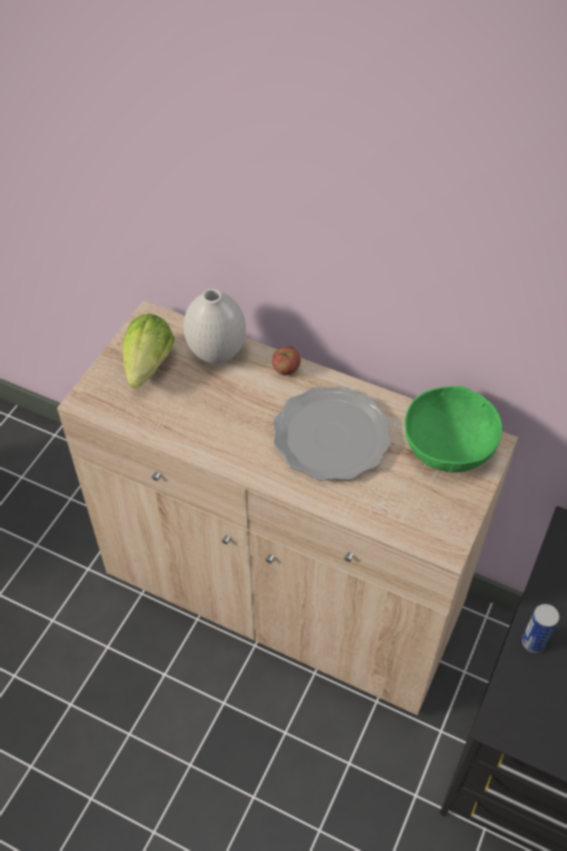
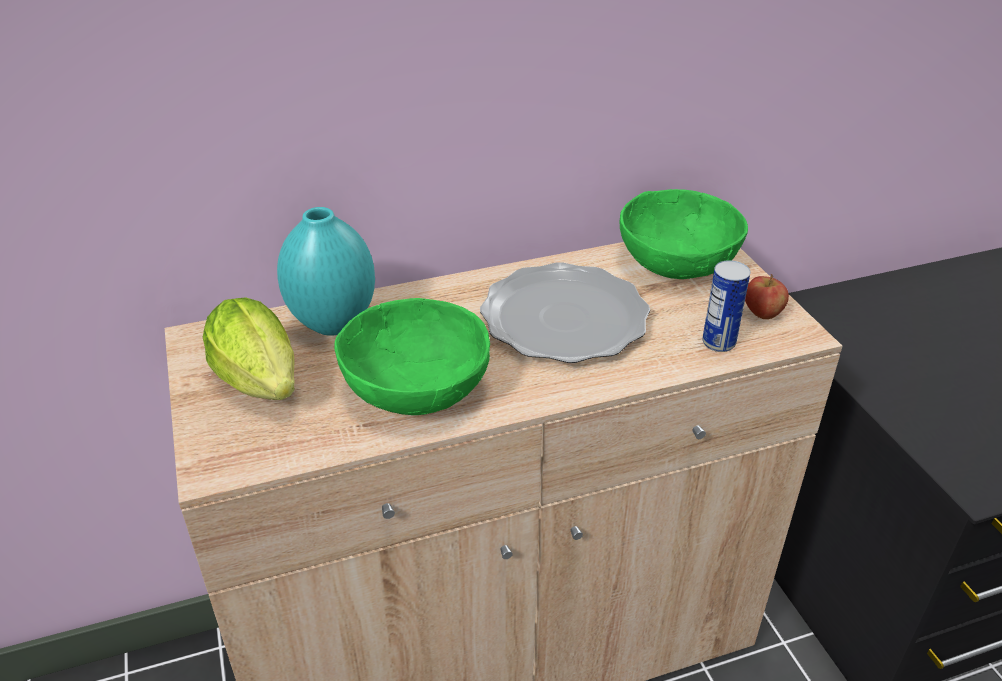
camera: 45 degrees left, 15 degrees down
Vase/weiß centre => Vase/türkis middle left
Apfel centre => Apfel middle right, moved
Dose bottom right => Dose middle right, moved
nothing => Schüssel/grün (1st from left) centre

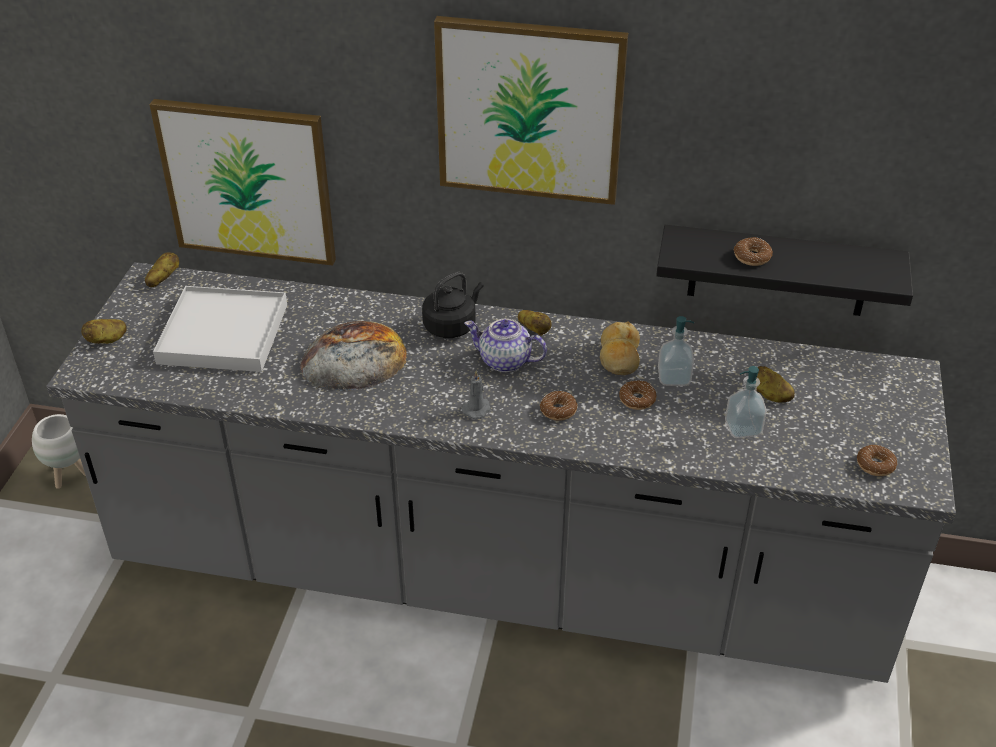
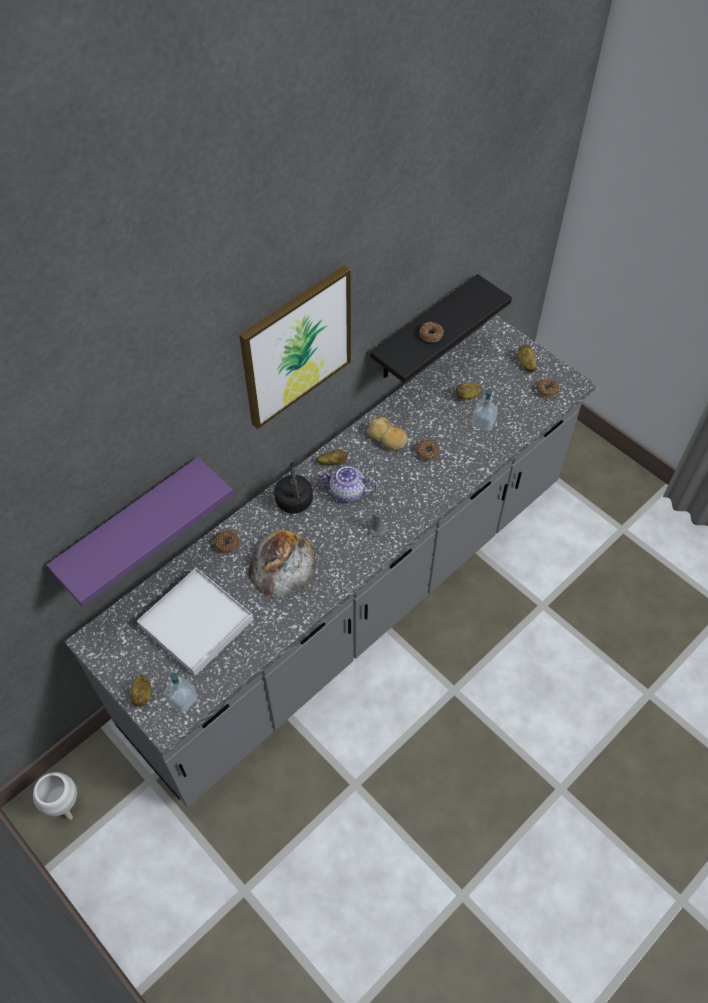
camera: 55 degrees left, 15 degrees up
Bild (1st from left) top left => Wandregal/lila middle left
Kartoffel (2nd from left in the first image) middle left => Kartoffel (4th from left) middle right, moved
Seifenspender (1st from left) middle right => Seifenspender (1st from left) bottom left, moved
Teekanne centre, 45 degrees clockwise
Donut (1st from left) centre => Donut (1st from left) middle left, moved

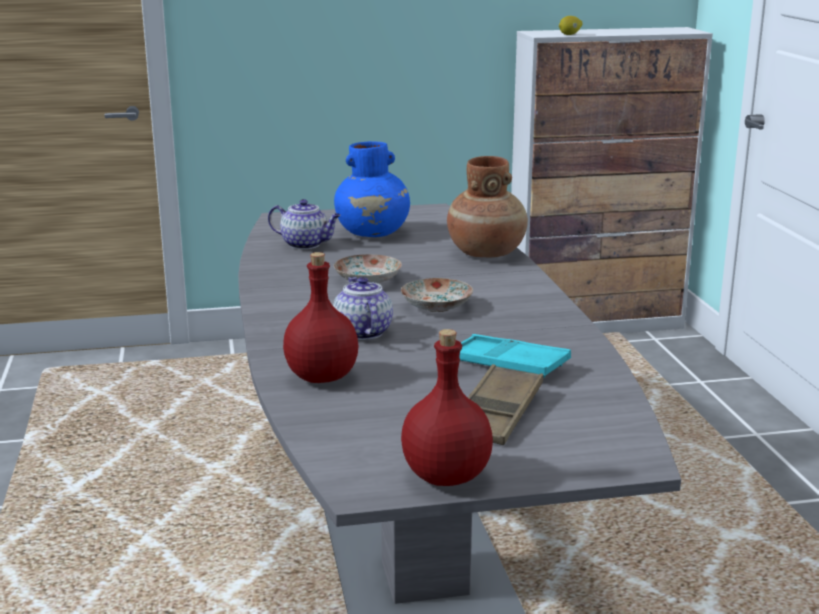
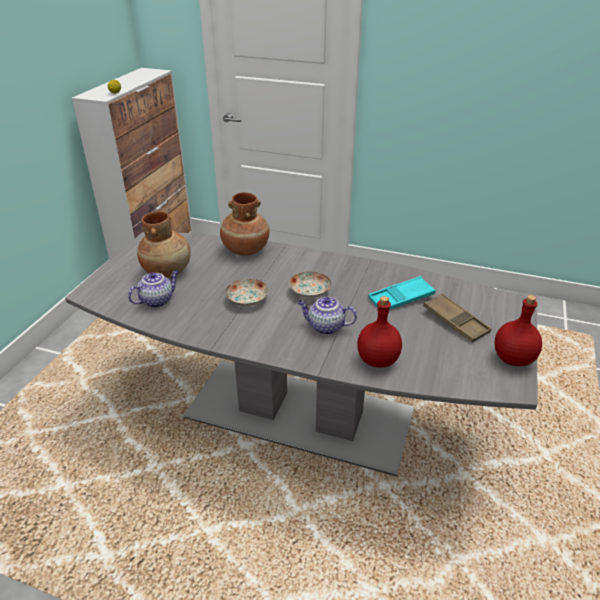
camera: 60 degrees left, 15 degrees up
Vase/blau top centre => Vase/braun (1st from left) middle left

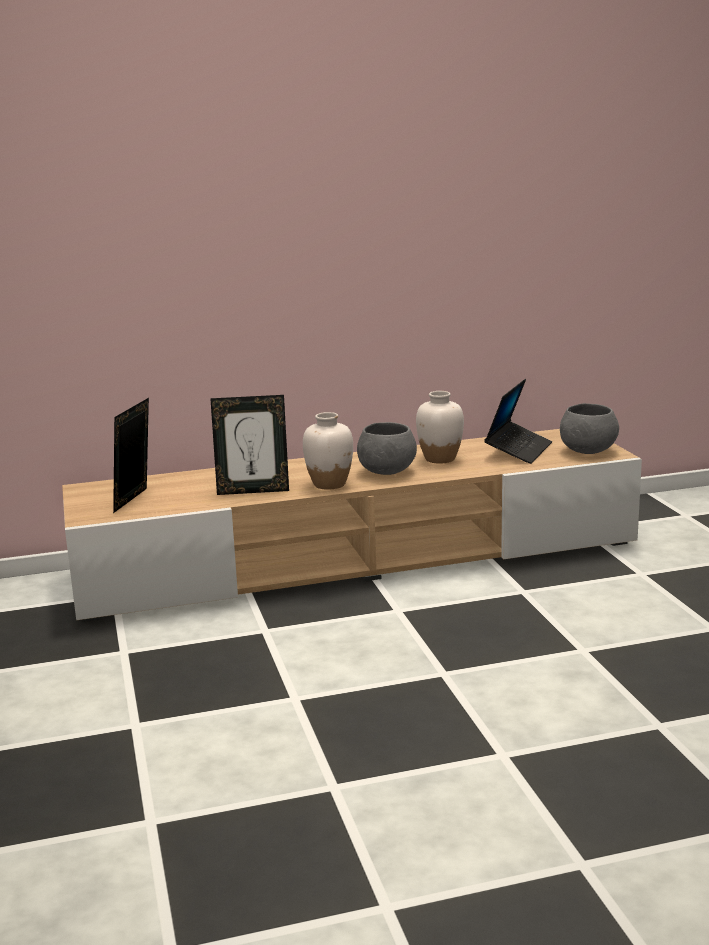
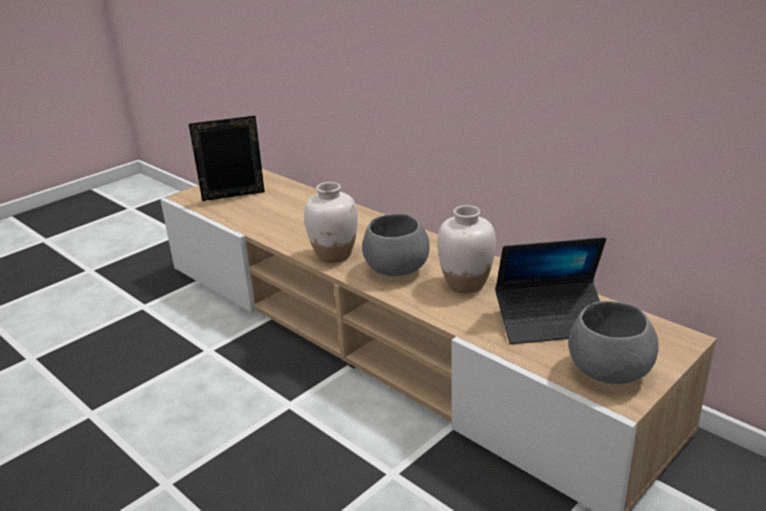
camera: 60 degrees right, 10 degrees up
Bilderrahmen (2nd from left) centre => nothing

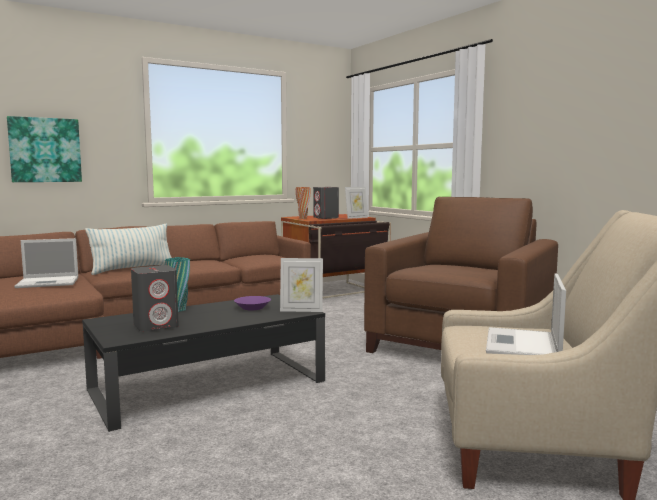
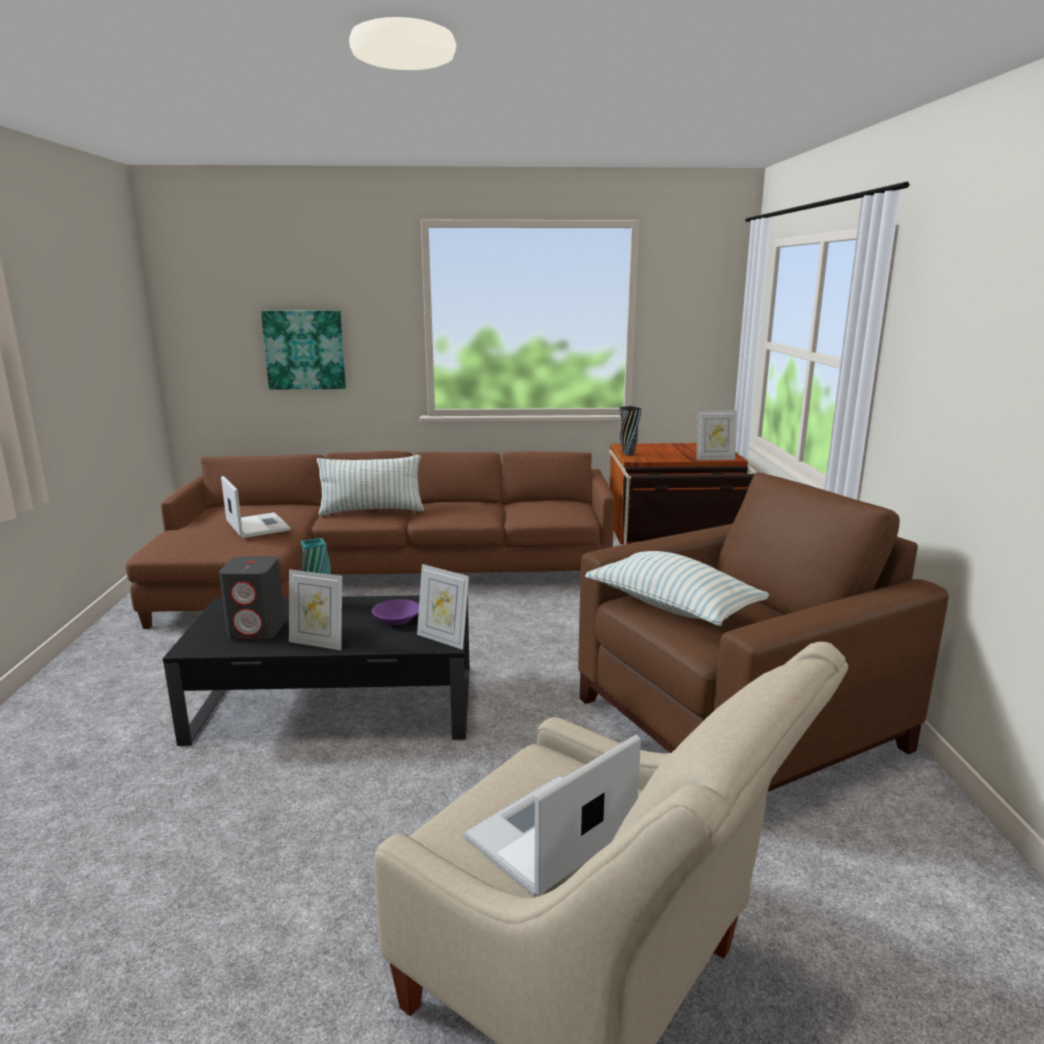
camera: 30 degrees right, 10 degrees up
Vase/orange centre => Vase/schwarz centre
Lautsprecher/grau (2nd from left) centre => nothing
Laptop (1st from left) middle left, 135 degrees counterclockwise
nothing => Kissen (2nd from left) centre
nothing => Bilderrahmen (1st from left) middle left

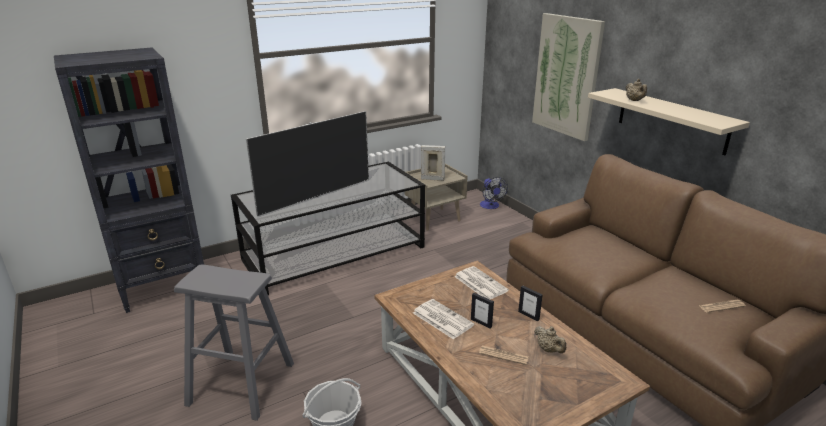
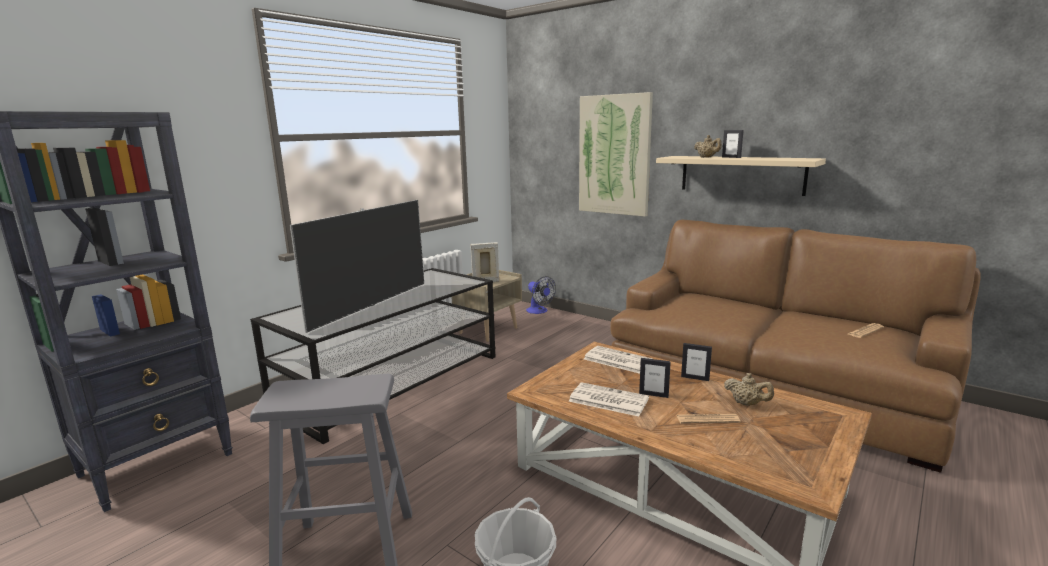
camera: 20 degrees left, 10 degrees down
nothing => Bilderrahmen (4th from left) top right

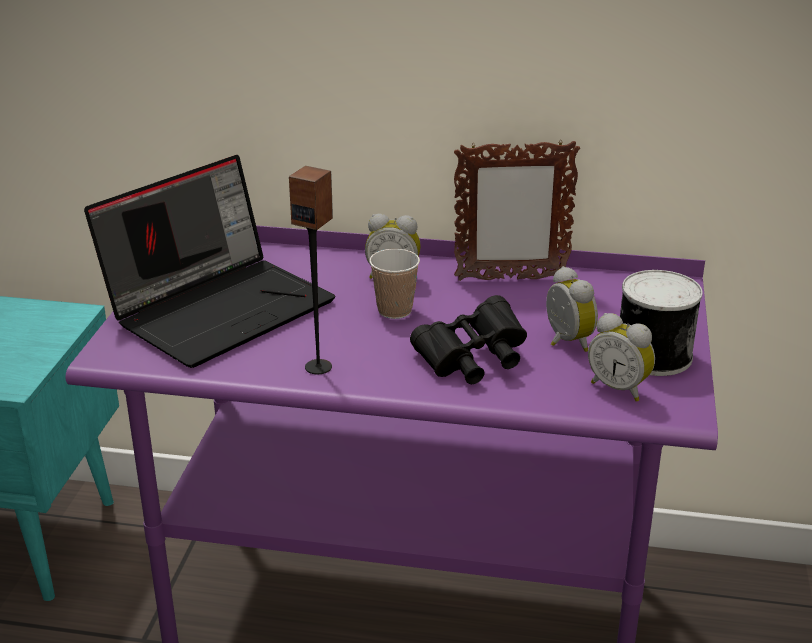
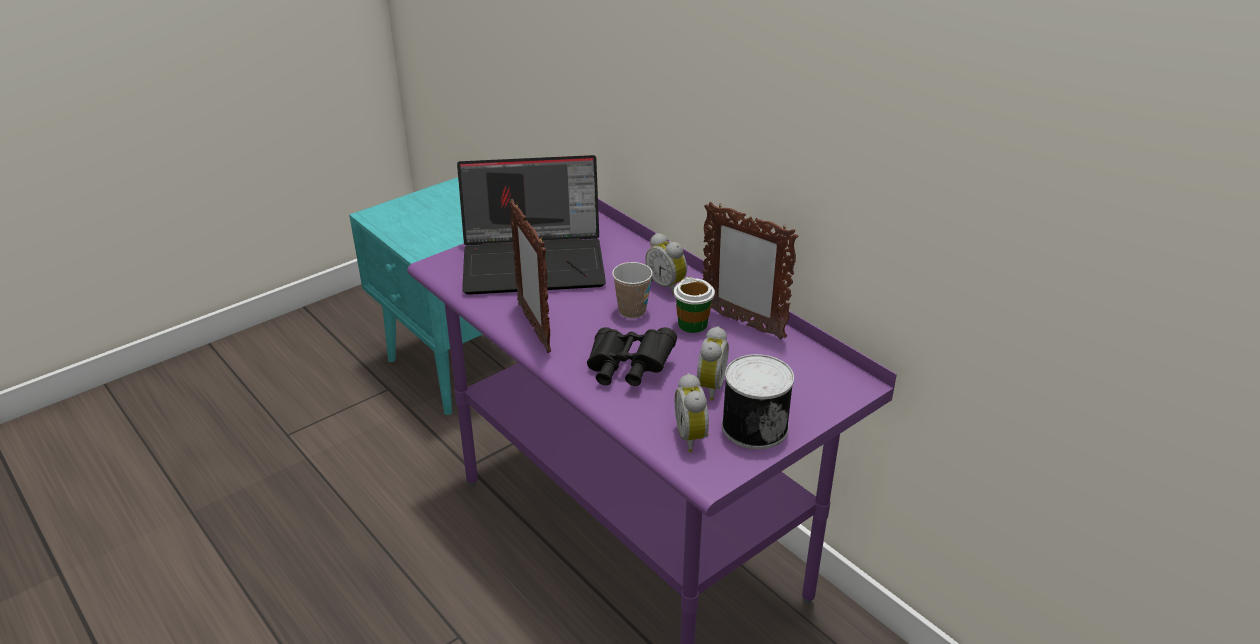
camera: 40 degrees right, 5 degrees up
Lautsprecher centre => Bilderrahmen (1st from left) centre
nothing => Tasse (2nd from left) centre

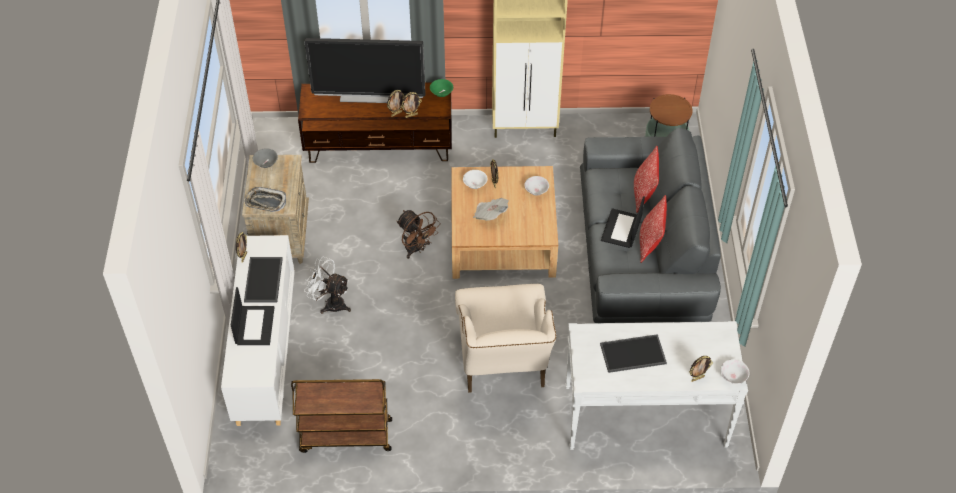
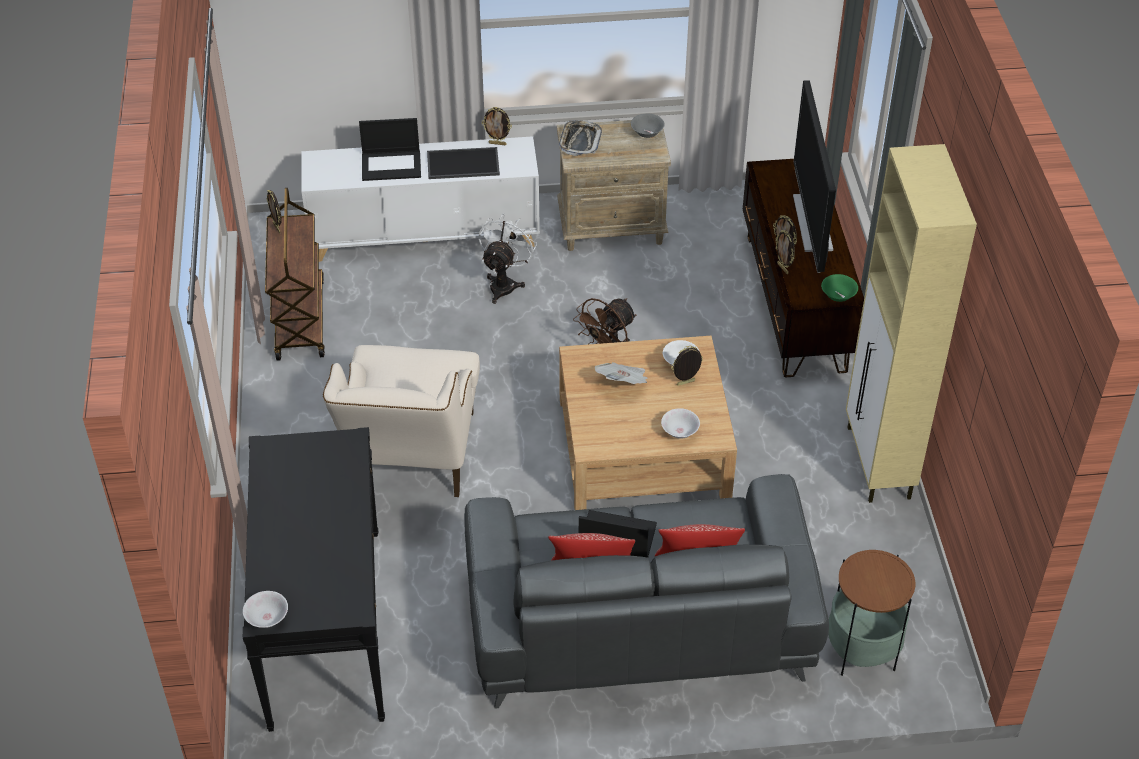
camera: 85 degrees right, 5 degrees down
Sessel/beige bottom centre => Sessel/beige centre, 75 degrees counterclockwise
Konsolentisch/weiß bottom right => Konsolentisch/schwarz bottom left
Tablett (3rd from left) bottom centre => nothing
Bilderrahmen (5th from left in the first image) bottom right => Bilderrahmen (1st from left) top left, moved

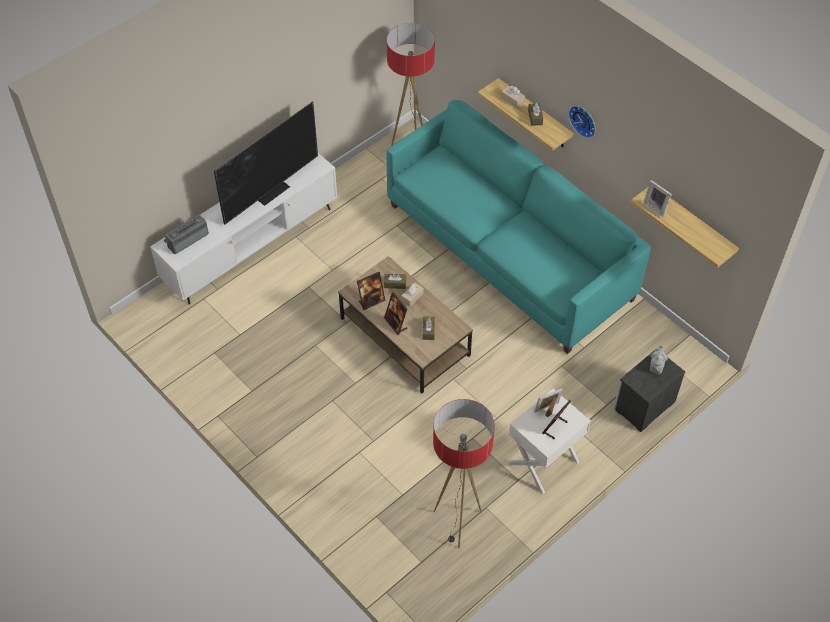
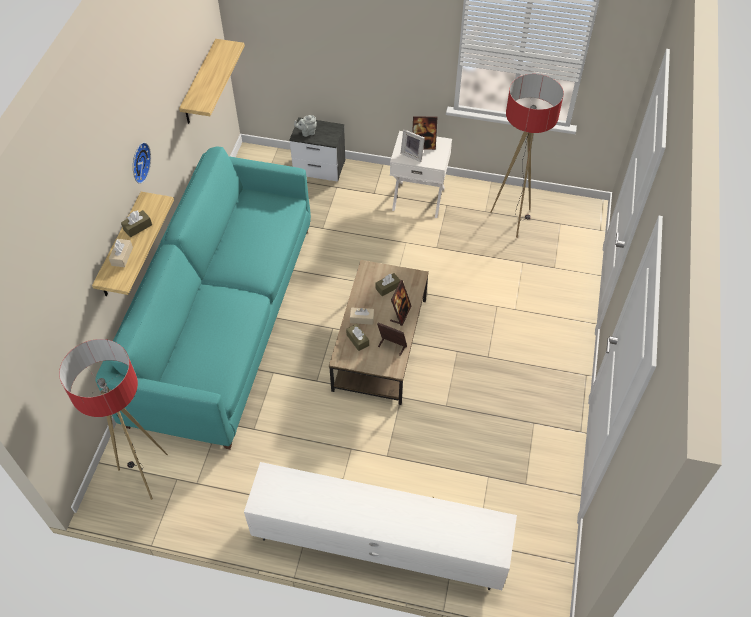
camera: 125 degrees left, 0 degrees up
Fernseher top left => nothing
Bilderrahmen (5th from left) top right => nothing
Radio middle left => nothing

